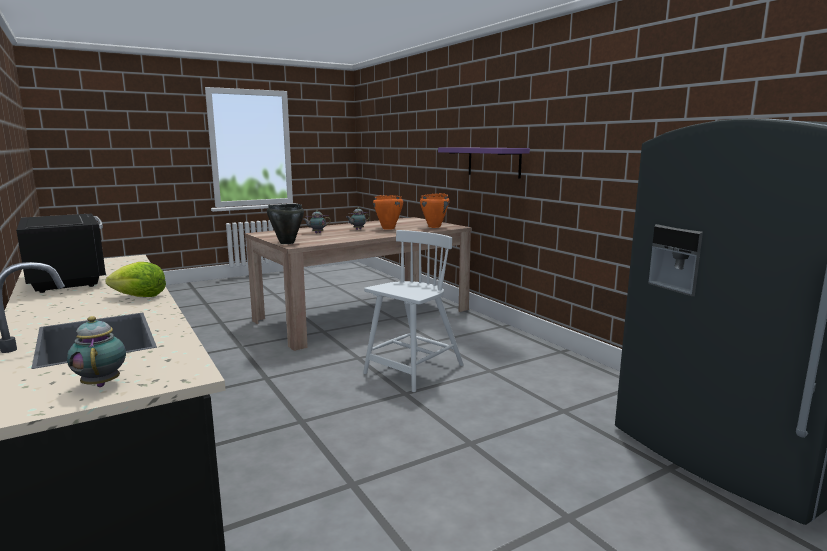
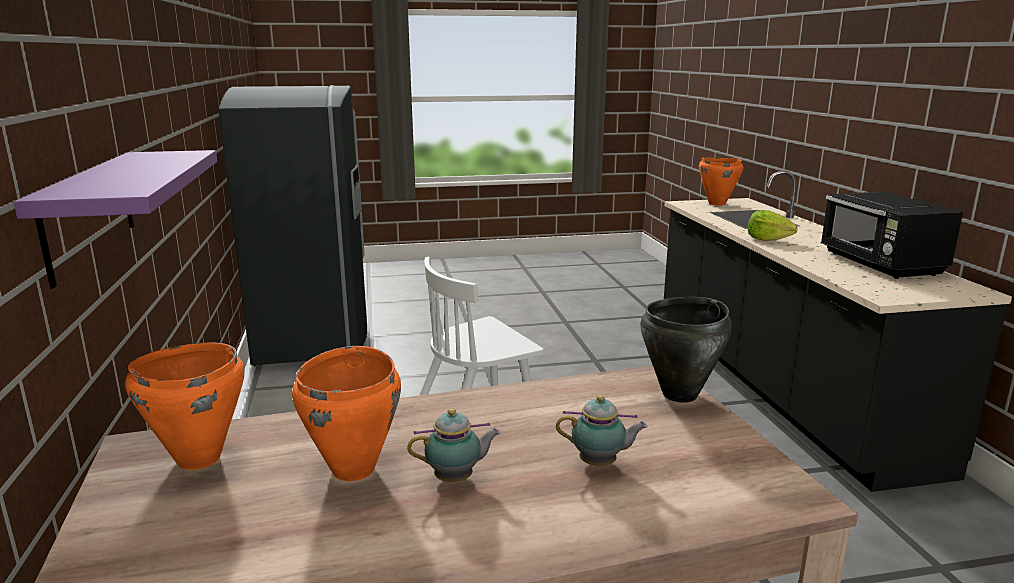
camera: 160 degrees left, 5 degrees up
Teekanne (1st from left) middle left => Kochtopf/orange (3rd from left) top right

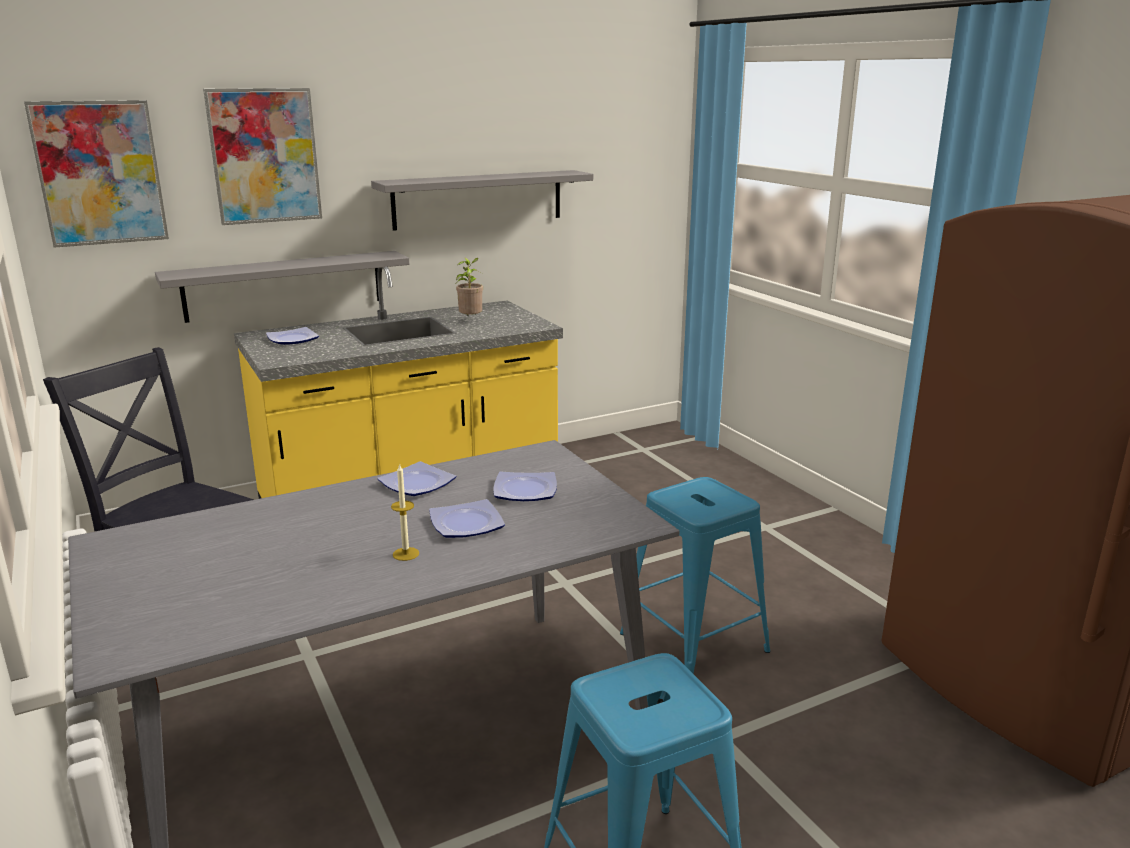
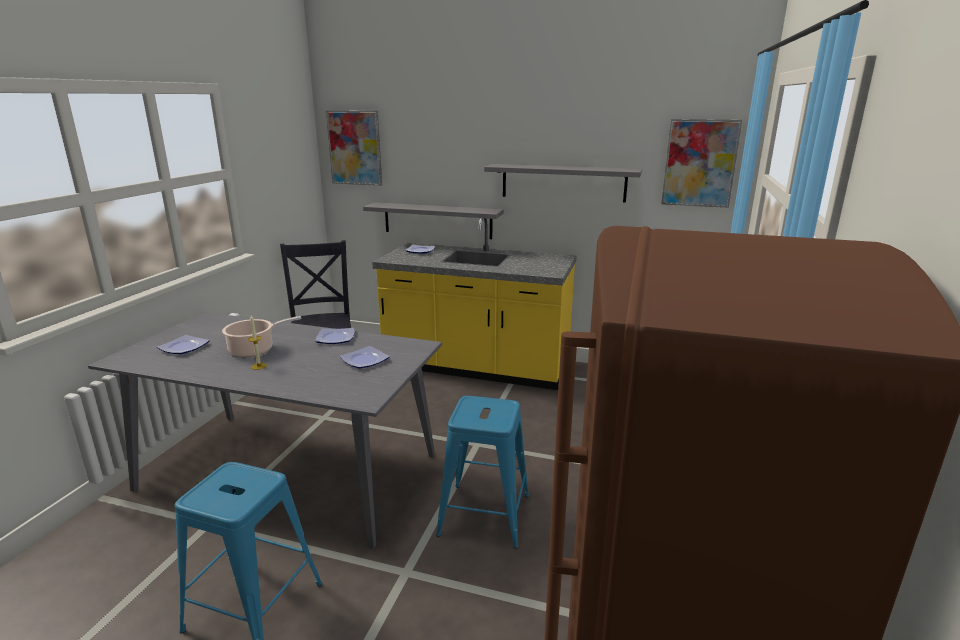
camera: 45 degrees right, 0 degrees up
Bild (2nd from left) top left => Bild (2nd from left) top right, moved
Topfpflanze centre => nothing
Teller (3rd from left in the first image) centre => Teller (1st from left) middle left, moved
nothing => Kochtopf middle left

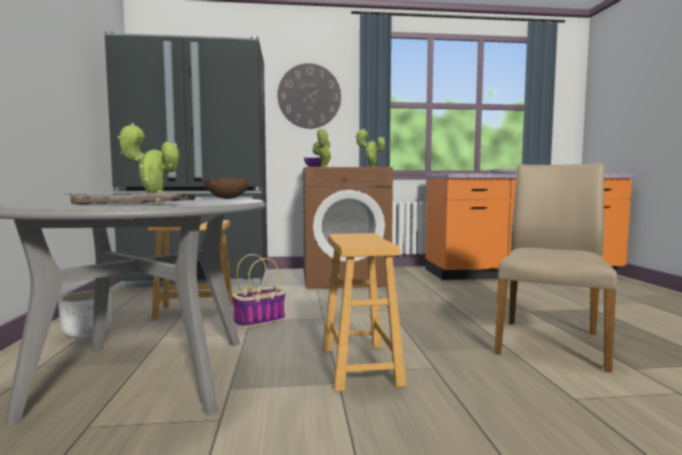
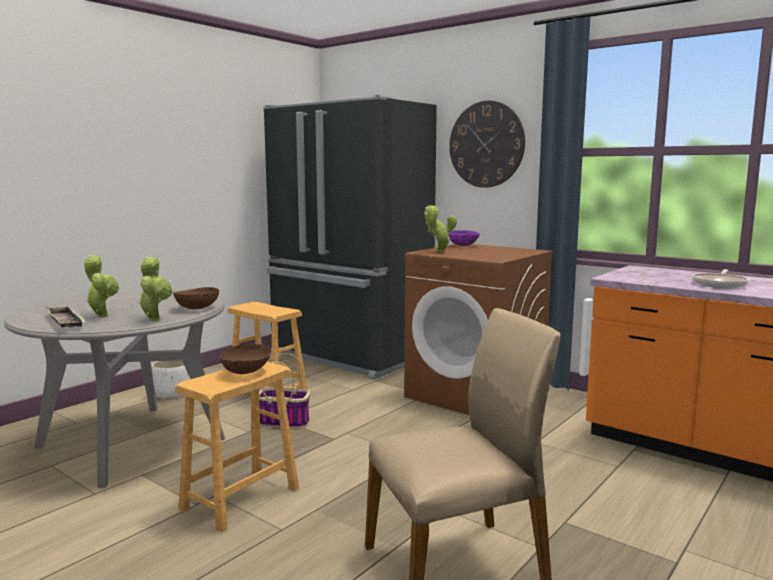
camera: 45 degrees right, 5 degrees up
Topfpflanze (3rd from left in the first image) top centre => Topfpflanze (2nd from left) middle left, moved
nothing => Schüssel/braun (2nd from left) middle left

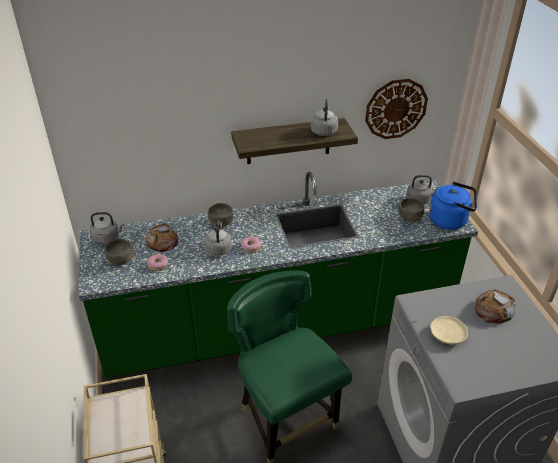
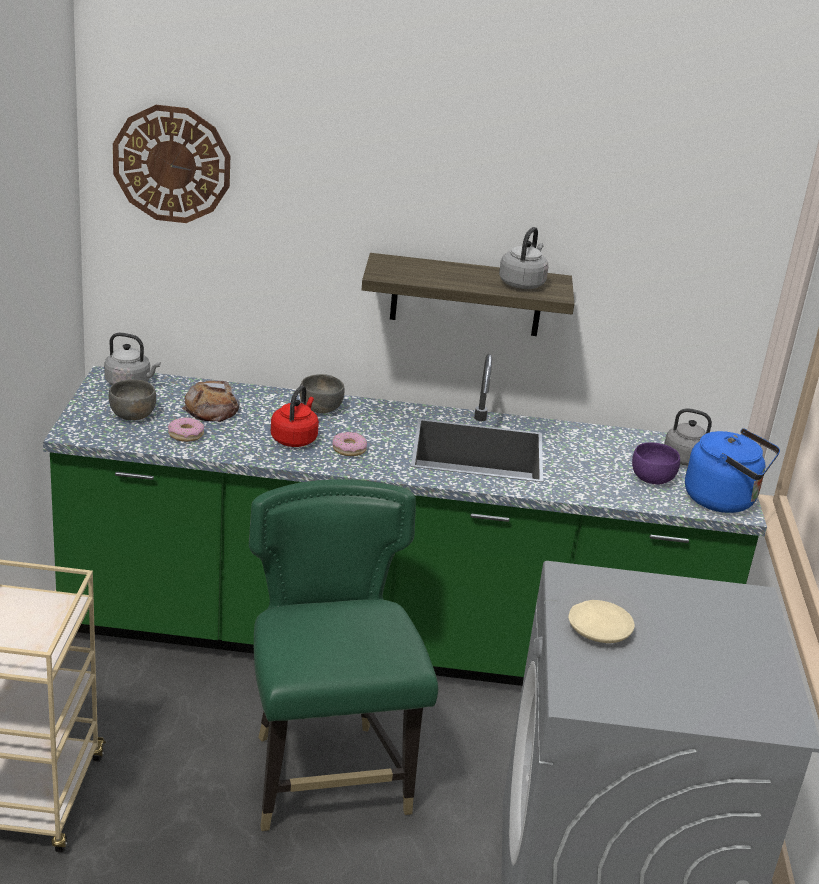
camera: 15 degrees right, 10 degrees down
Wanduhr top right => Wanduhr top left, moved
Schüssel/grau (3rd from left) middle right => Schüssel/lila middle right
Wasserkessel/grau (2nd from left) centre => Wasserkessel/rot centre
Brot (2nd from left) middle right => nothing

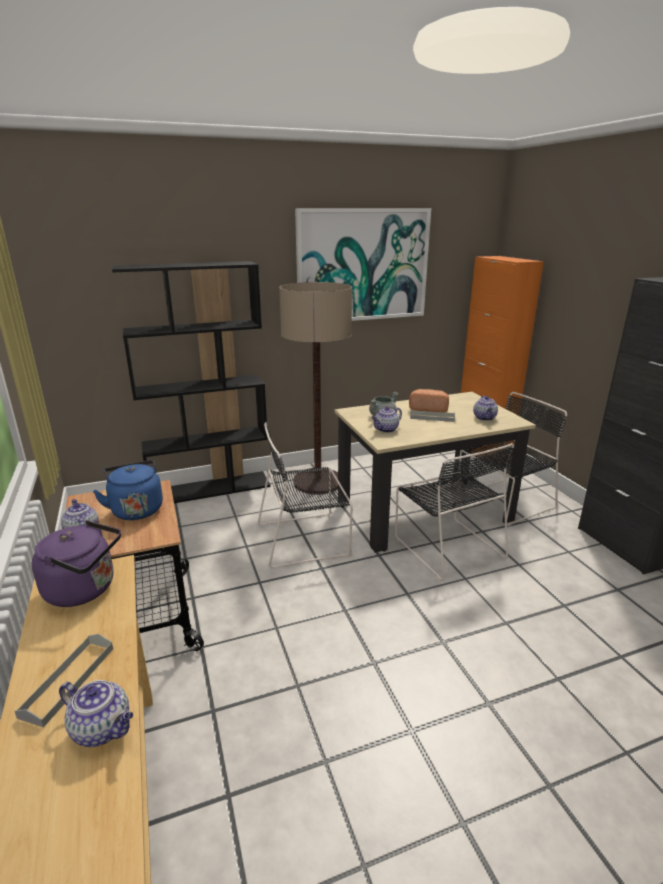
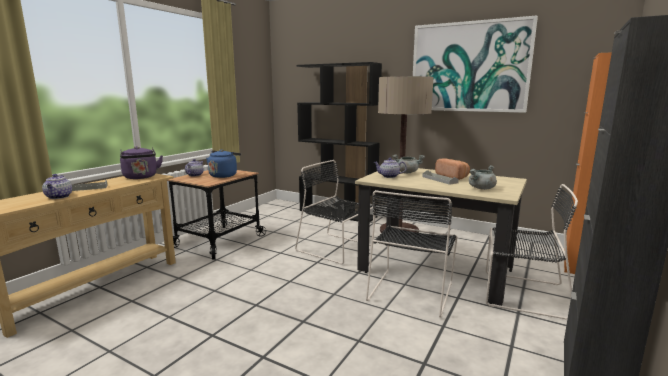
camera: 50 degrees right, 10 degrees down
Teekanne (4th from left) middle right => Kochtopf/grau (2nd from left) middle right

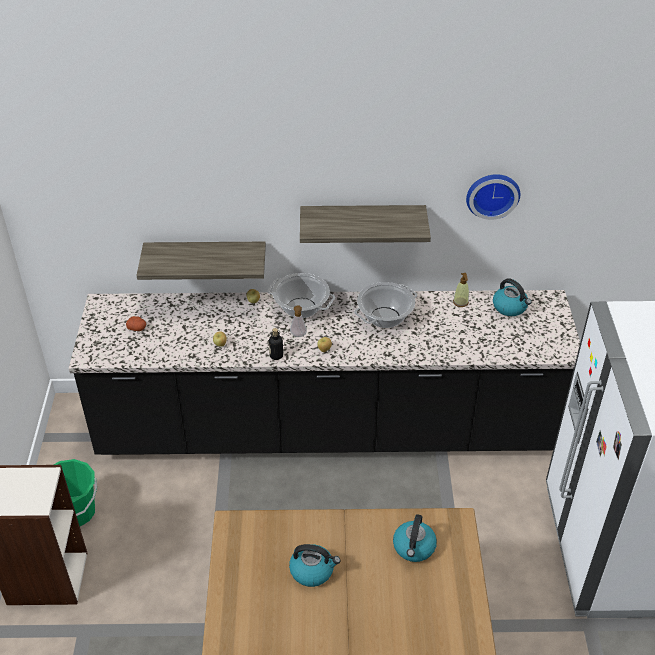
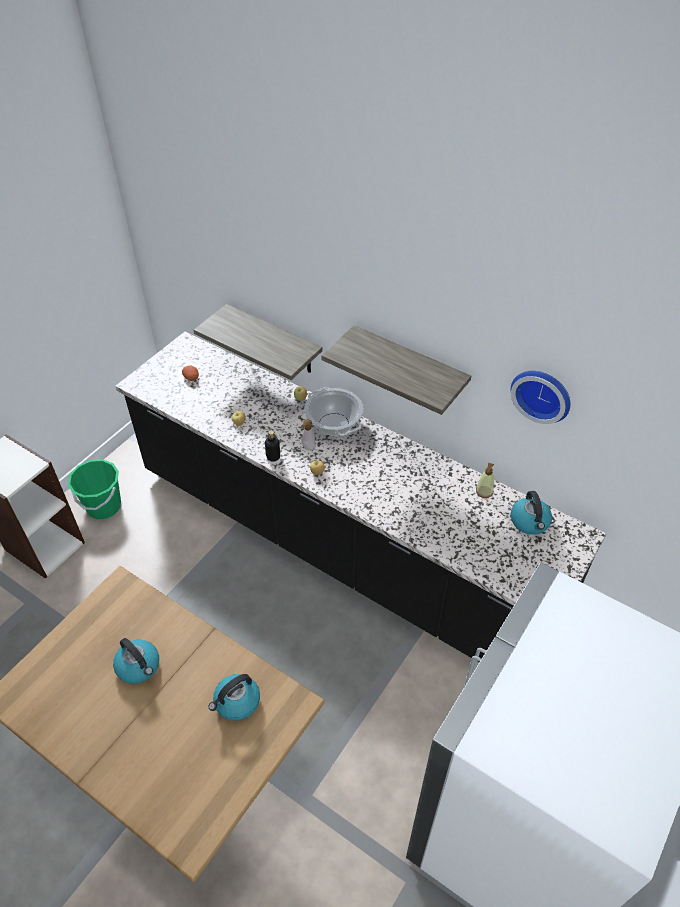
camera: 35 degrees right, 5 degrees up
Kochtopf (2nd from left) centre => nothing

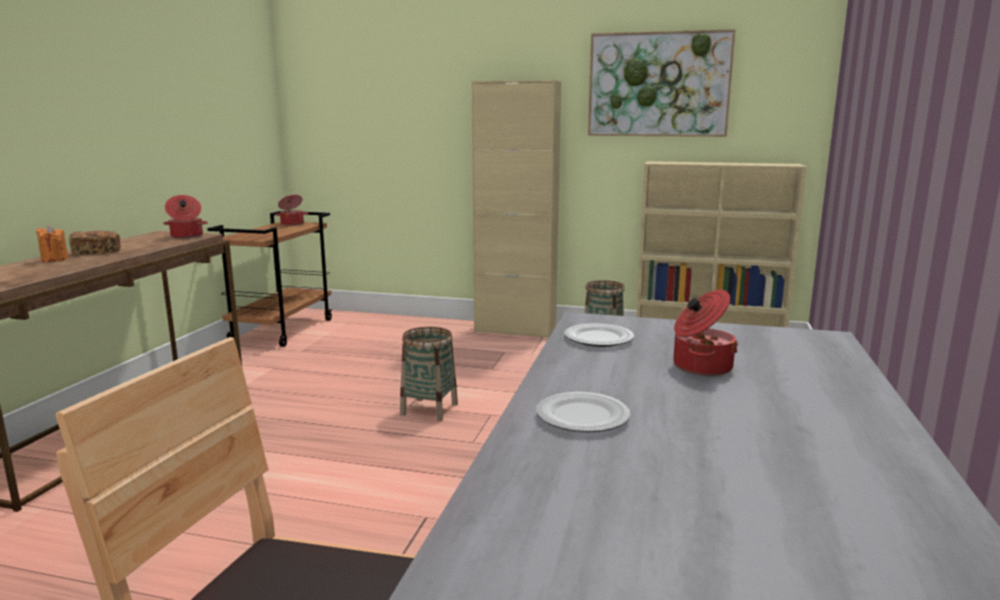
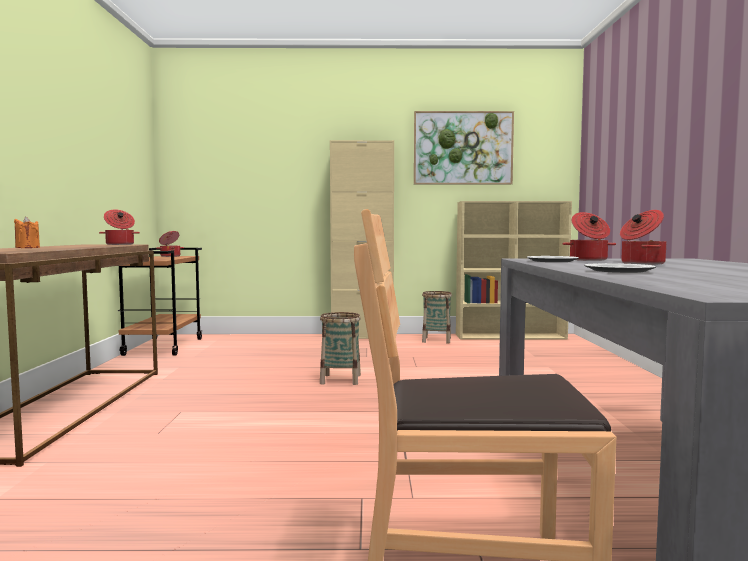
camera: 15 degrees left, 10 degrees down
Brot middle left => nothing
nothing => Kochtopf (3rd from left) middle right

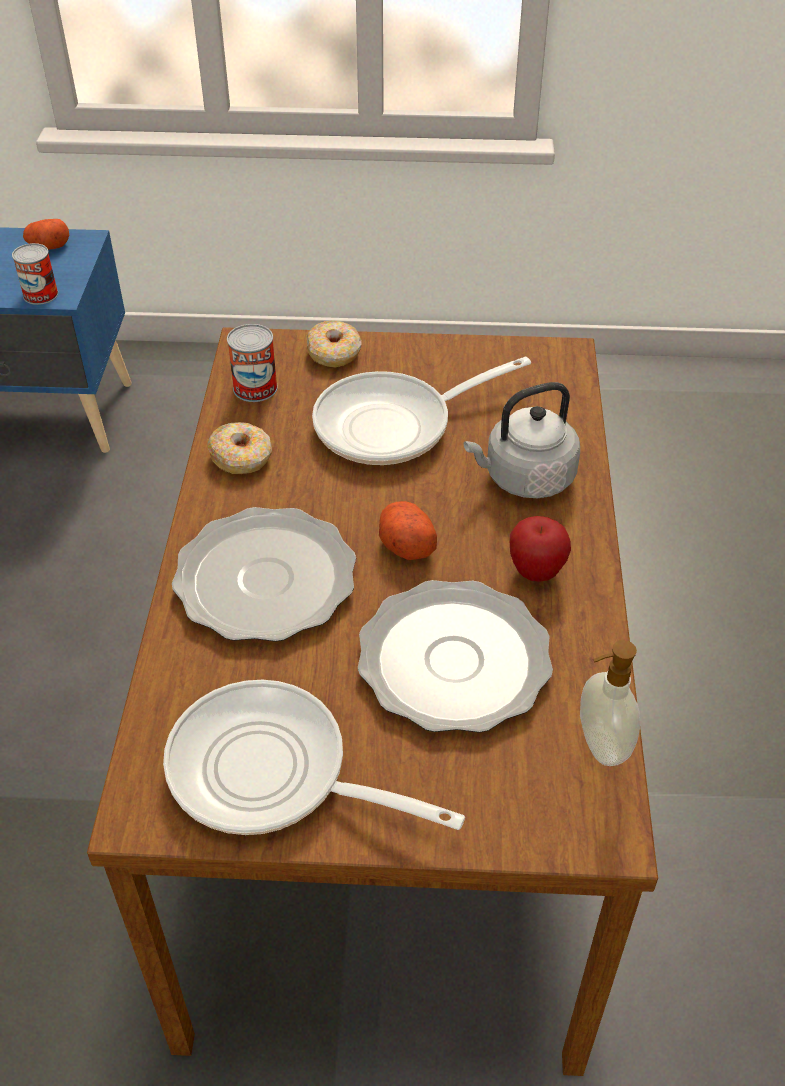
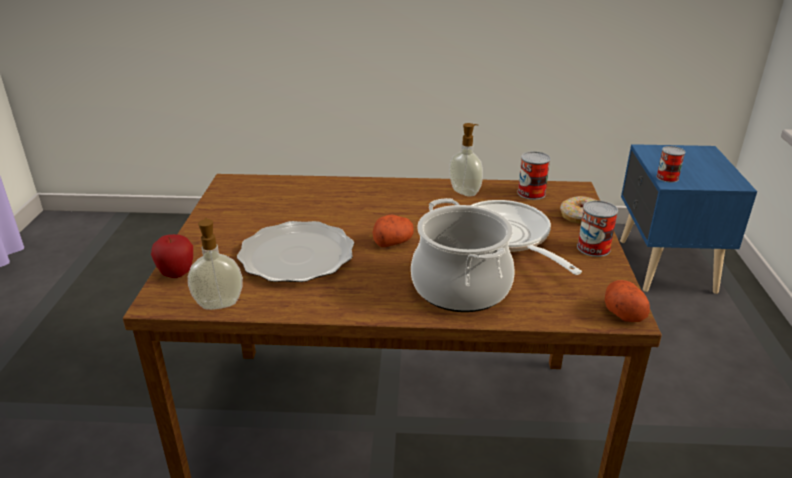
camera: 90 degrees right, 15 degrees down
Kartoffel (1st from left in the first image) top left => Kartoffel (2nd from left) middle right, moved
Wasserkessel/grau centre => Kochtopf centre
Donut (1st from left) middle left => Seifenspender (2nd from left) top centre
Teller (1st from left) centre => nothing
Apfel middle right => Apfel middle left, moved
Pfanne (1st from left) bottom centre => nothing
nothing => Dose (2nd from left) middle right

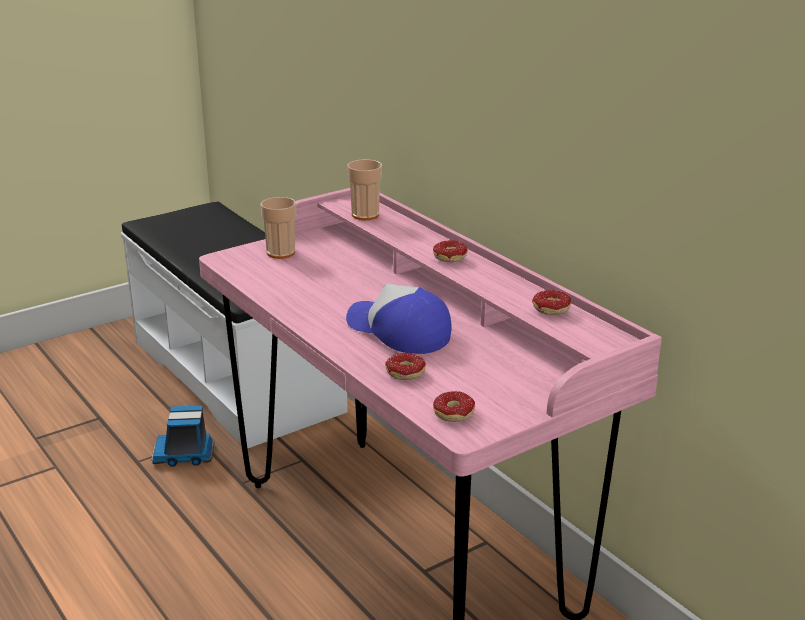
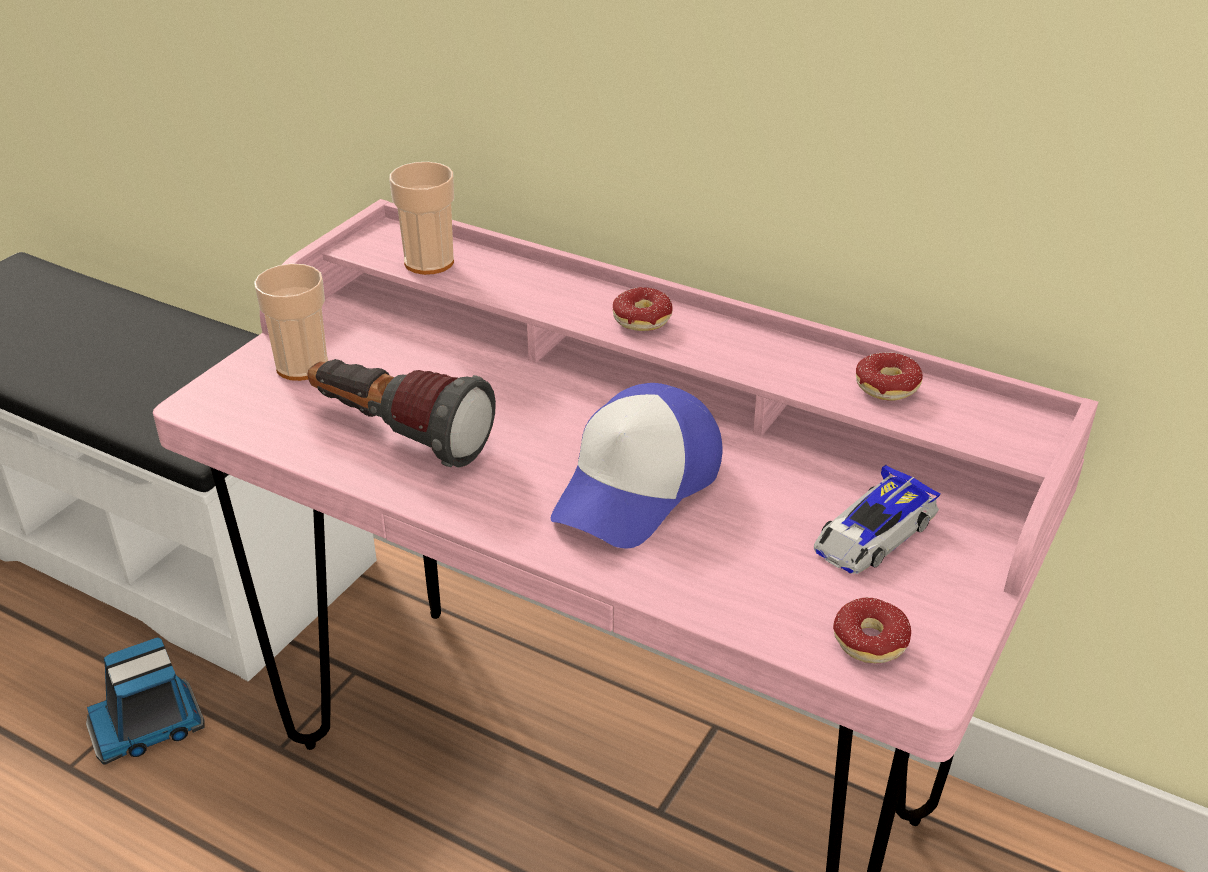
camera: 25 degrees left, 10 degrees up
Kappe centre, 75 degrees counterclockwise
Donut (1st from left) centre => nothing
nothing => Taschenlampe middle left
nothing => Spielzeugauto middle right

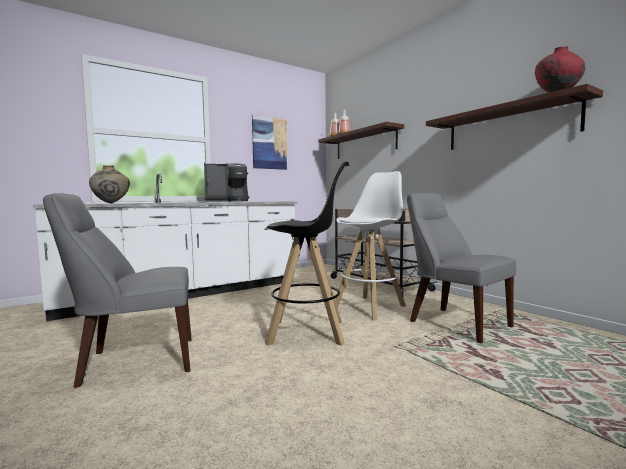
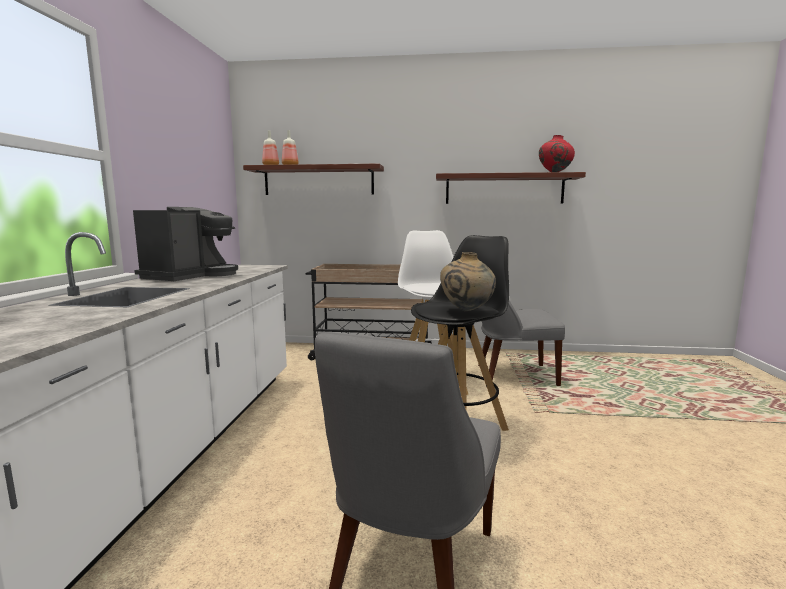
camera: 50 degrees left, 5 degrees up
Bild top centre => nothing
Vase/beige middle left => Vase/beige centre, moved

